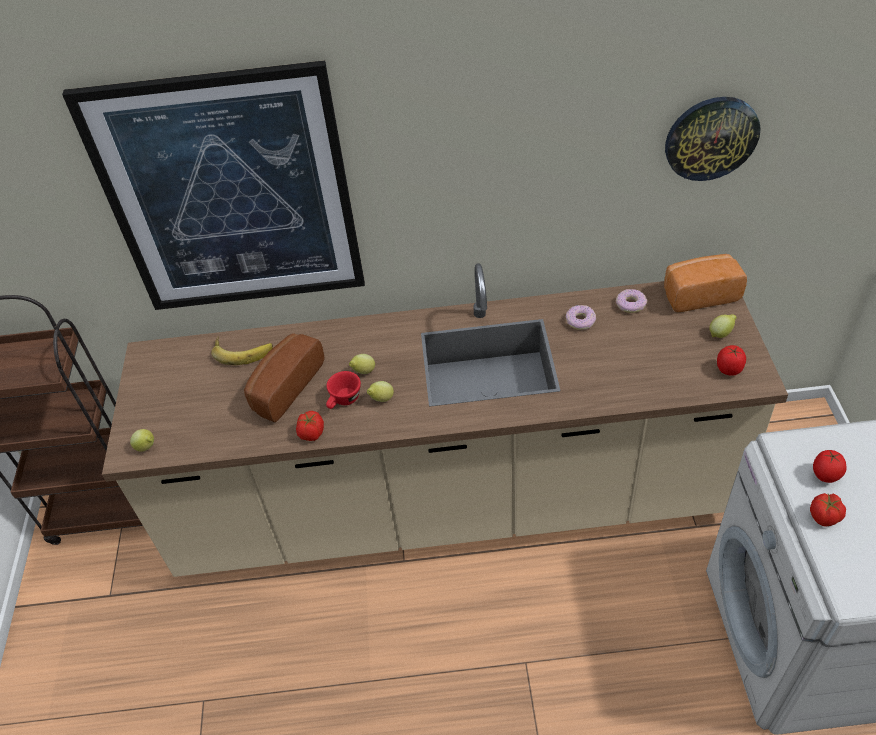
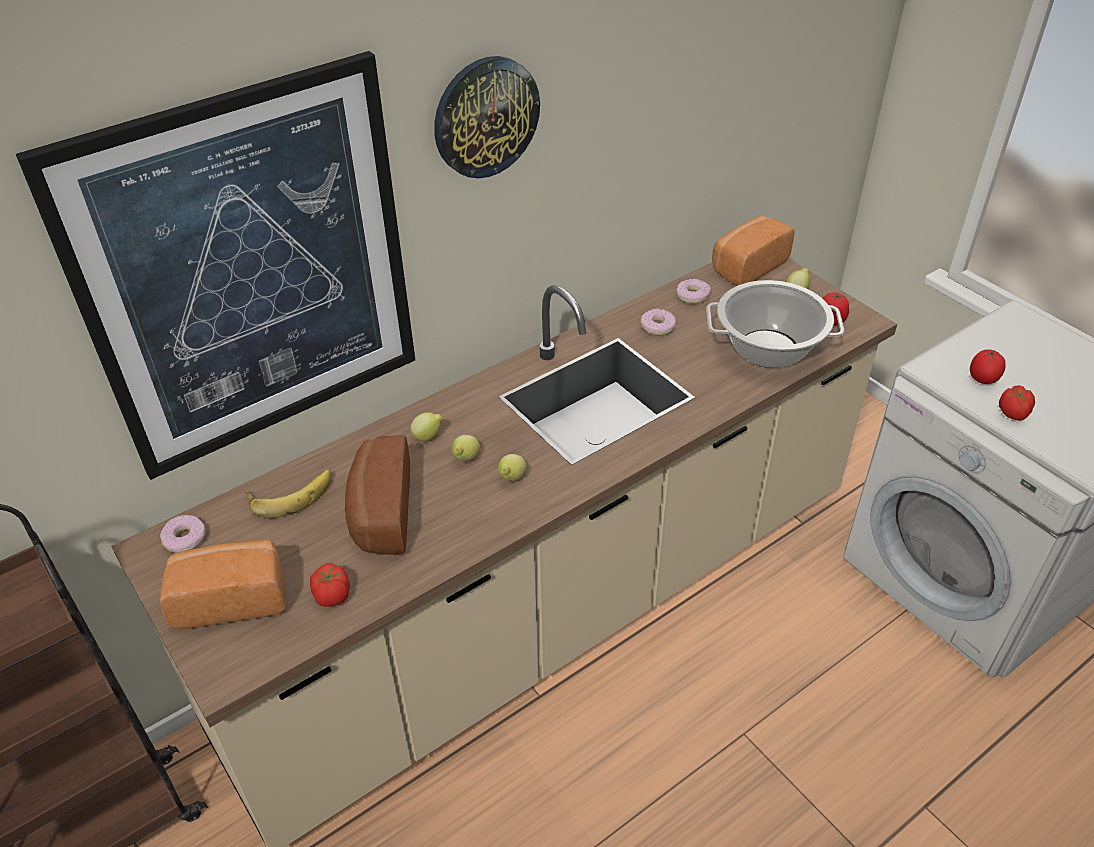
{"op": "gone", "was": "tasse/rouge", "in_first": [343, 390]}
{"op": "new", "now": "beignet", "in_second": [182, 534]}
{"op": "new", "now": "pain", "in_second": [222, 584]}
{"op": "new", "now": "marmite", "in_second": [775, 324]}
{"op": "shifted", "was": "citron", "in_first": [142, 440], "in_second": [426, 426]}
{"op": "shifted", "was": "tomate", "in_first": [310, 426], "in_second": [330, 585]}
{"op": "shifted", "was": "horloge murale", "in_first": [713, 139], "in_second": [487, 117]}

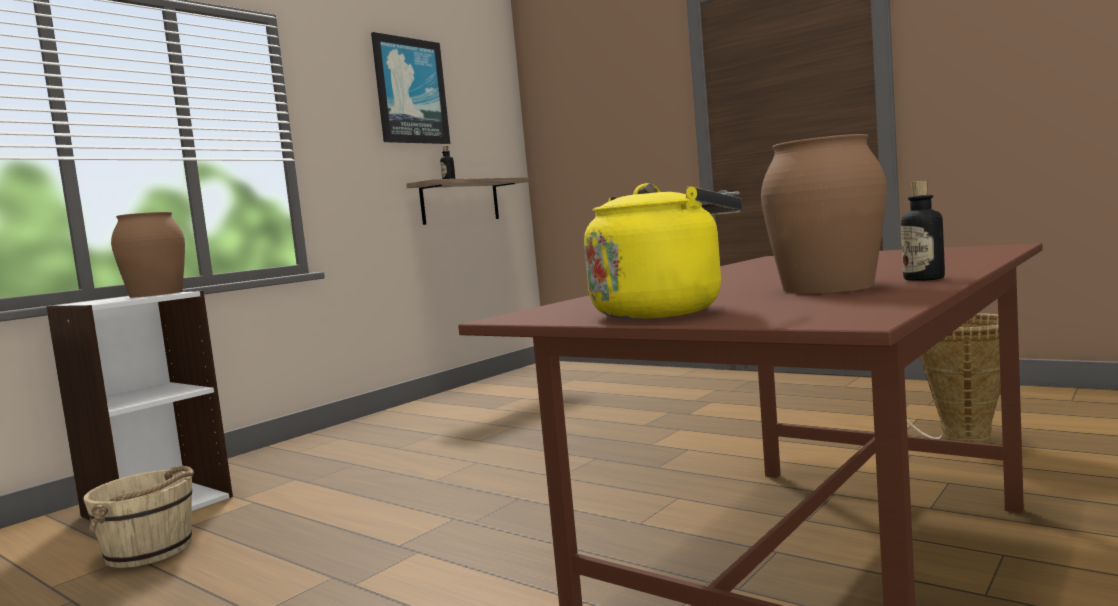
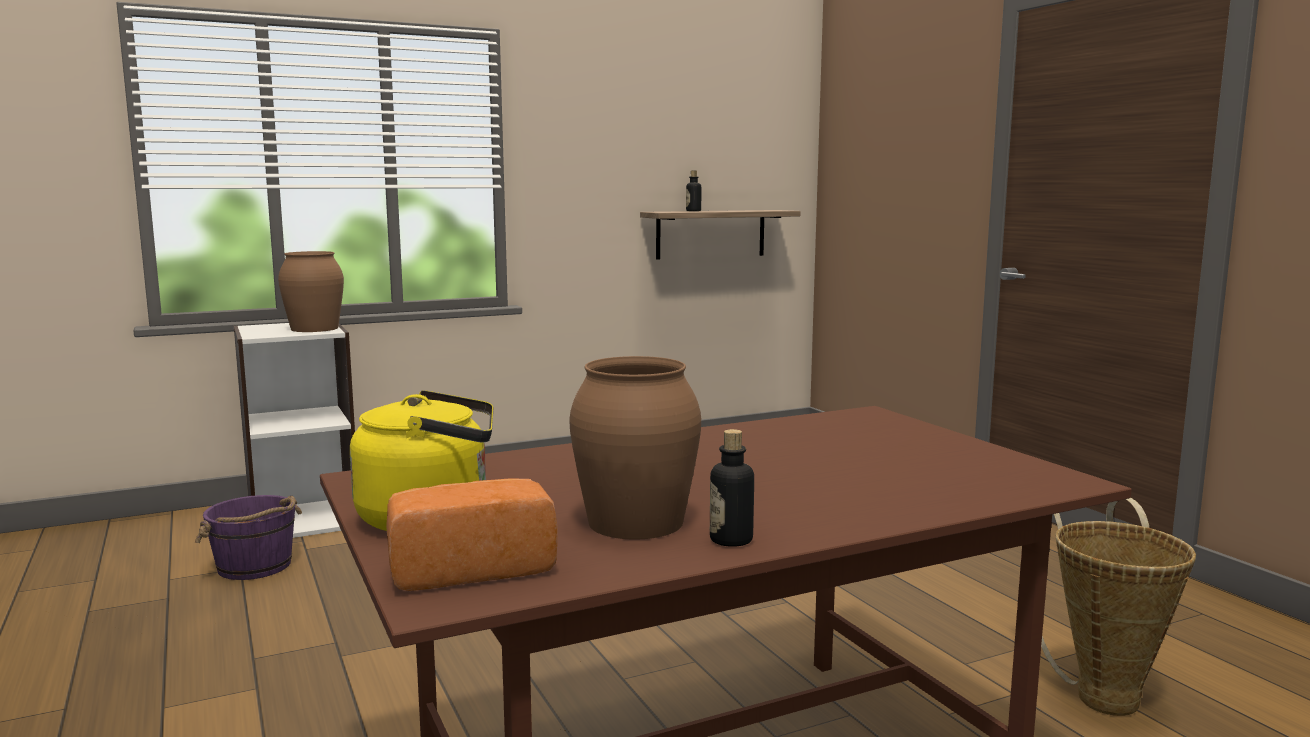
{"op": "gone", "was": "tableau", "in_first": [410, 88]}
{"op": "new", "now": "pain", "in_second": [471, 534]}
{"op": "repainted", "was": "seau/beige", "now": "seau/violet", "in_first": [138, 517], "in_second": [248, 537]}

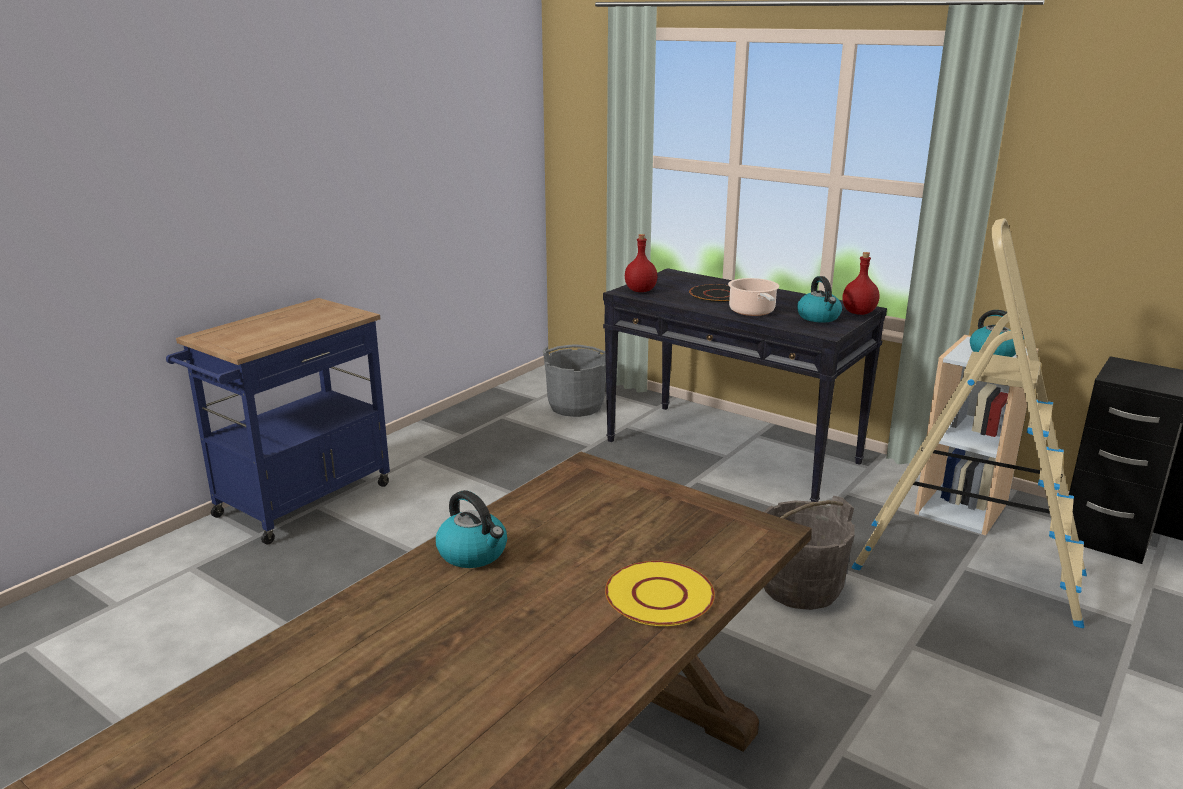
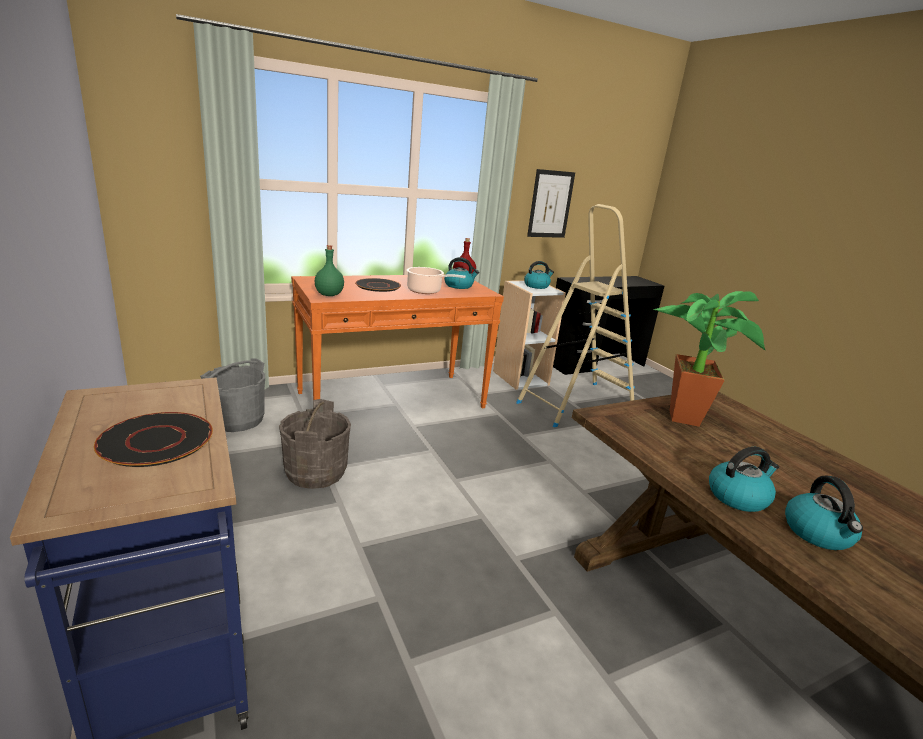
{"op": "gone", "was": "assiette/jaune", "in_first": [660, 593]}
{"op": "new", "now": "assiette/noir", "in_second": [153, 439]}
{"op": "new", "now": "tableau", "in_second": [551, 203]}
{"op": "new", "now": "plante en pot", "in_second": [709, 359]}
{"op": "new", "now": "bouilloire", "in_second": [824, 513]}
{"op": "shifted", "was": "seau/gris", "in_first": [809, 553], "in_second": [315, 444]}
{"op": "repainted", "was": "table console/noir", "now": "table console/orange", "in_first": [745, 385], "in_second": [397, 341]}
{"op": "repainted", "was": "bouteille/rouge", "now": "bouteille/vert", "in_first": [641, 263], "in_second": [329, 270]}

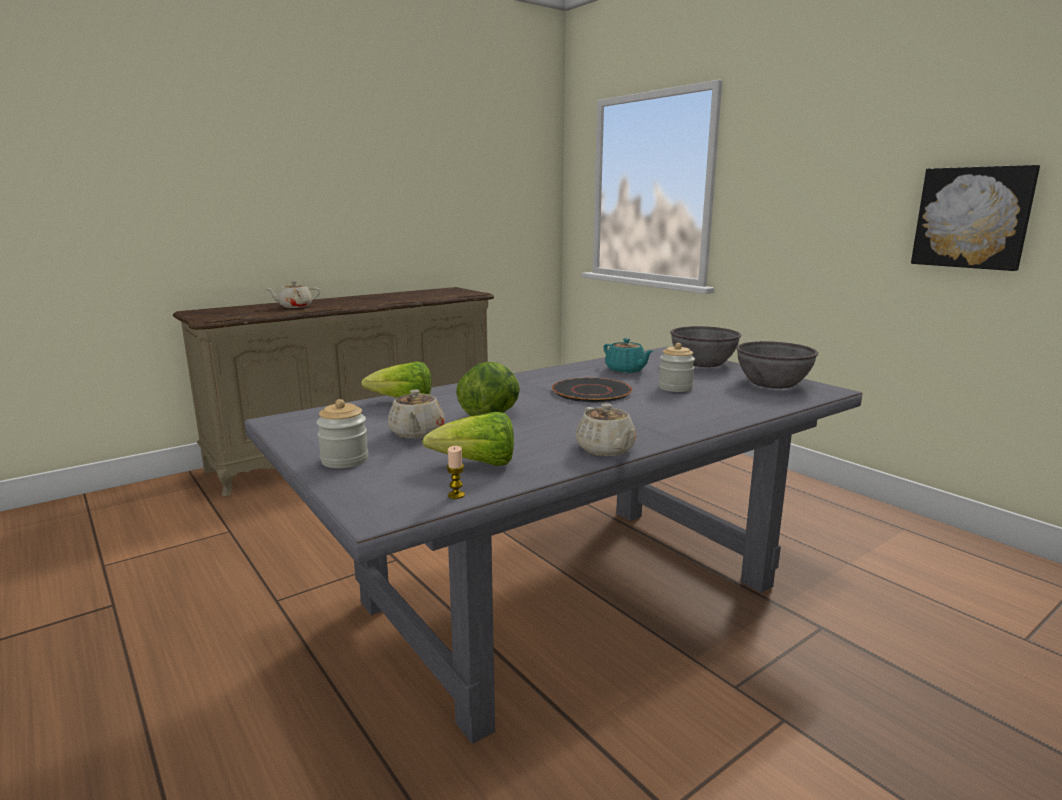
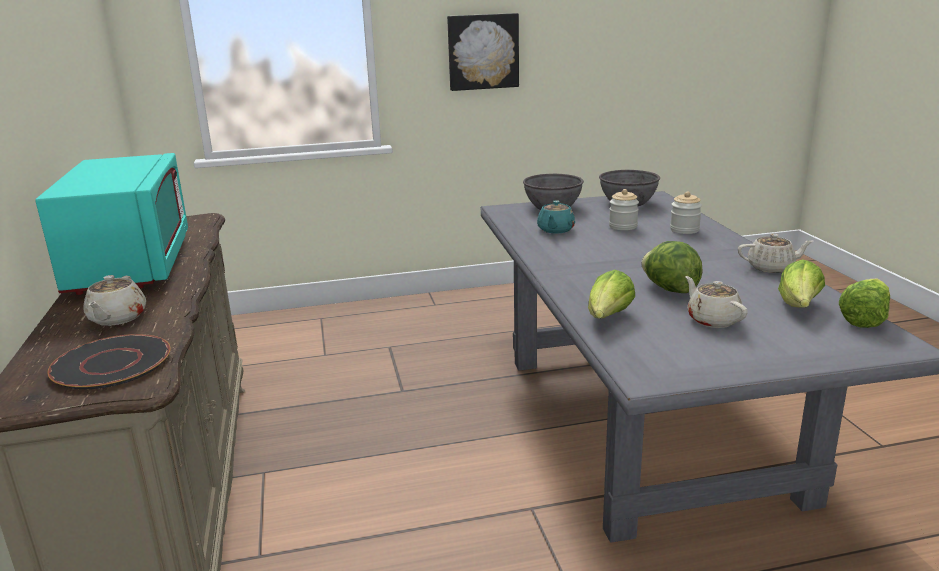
{"op": "new", "now": "micro-ondes/turquoise", "in_second": [111, 224]}
{"op": "shifted", "was": "bocal", "in_first": [342, 433], "in_second": [686, 213]}
{"op": "shifted", "was": "assiette/noir", "in_first": [592, 390], "in_second": [109, 361]}
{"op": "shifted", "was": "tableau", "in_first": [975, 218], "in_second": [483, 52]}
{"op": "swapped", "was": "bougie", "now": "laitue", "in_first": [456, 472], "in_second": [864, 303]}
{"op": "rotated", "was": "théière/beige", "in_first": [416, 414], "in_second": [716, 302], "clockwise": -135}
{"op": "rotated", "was": "théière/turquoise", "in_first": [628, 355], "in_second": [556, 216], "clockwise": 120}

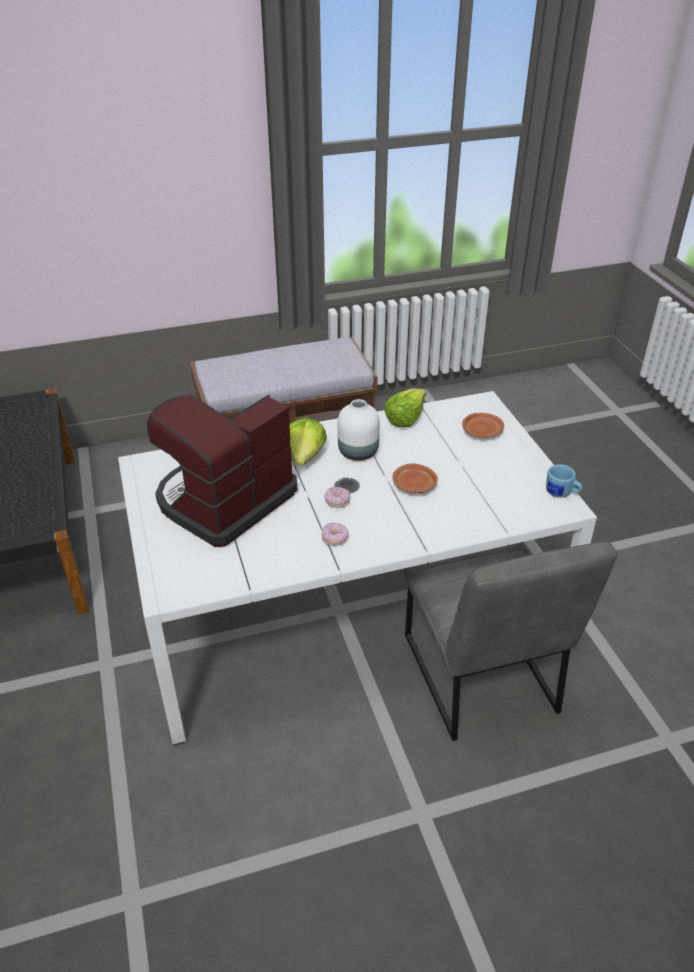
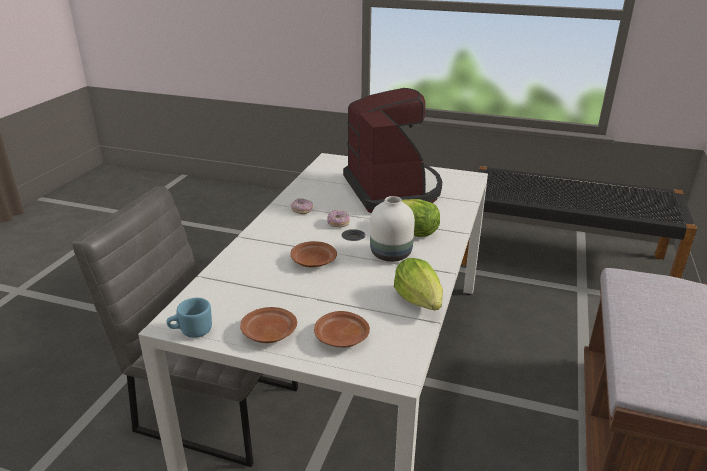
{"op": "new", "now": "assiette/marron", "in_second": [268, 325]}

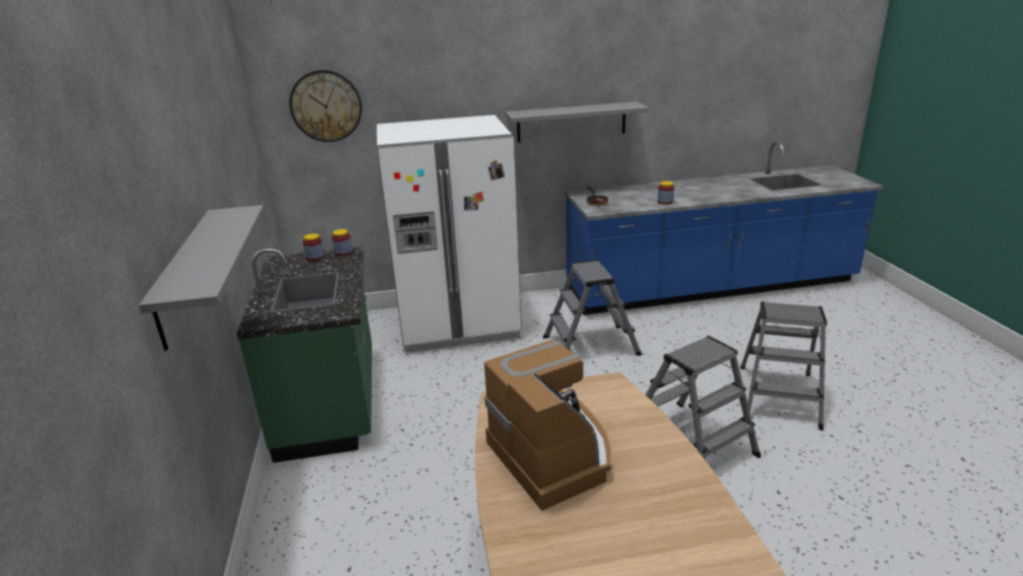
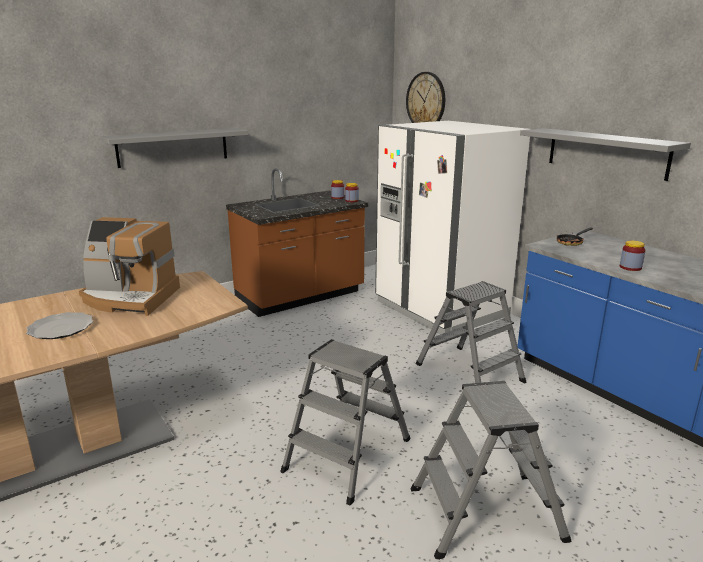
{"op": "new", "now": "assiette", "in_second": [59, 325]}
{"op": "repainted", "was": "comptoir de cuisine/vert", "now": "comptoir de cuisine/marron", "in_first": [304, 354], "in_second": [297, 242]}
{"op": "rotated", "was": "machine à café", "in_first": [547, 425], "in_second": [129, 266], "clockwise": 60}

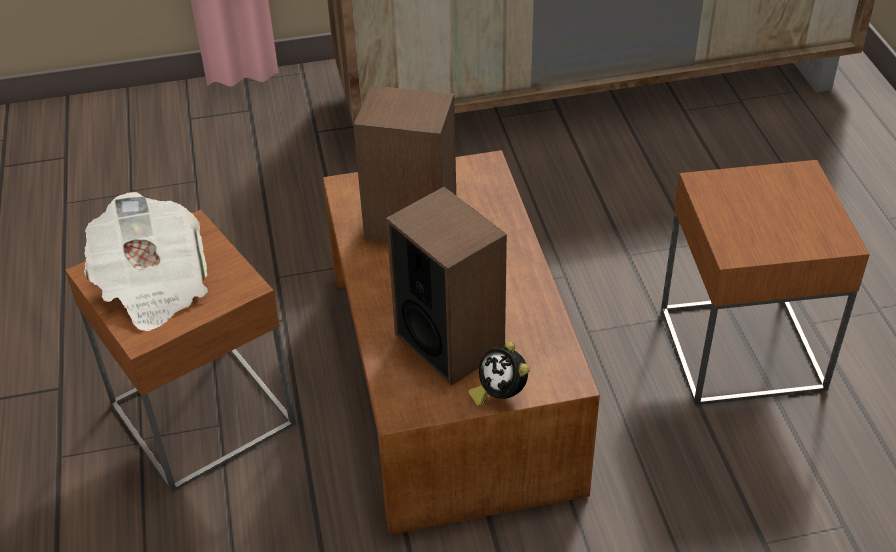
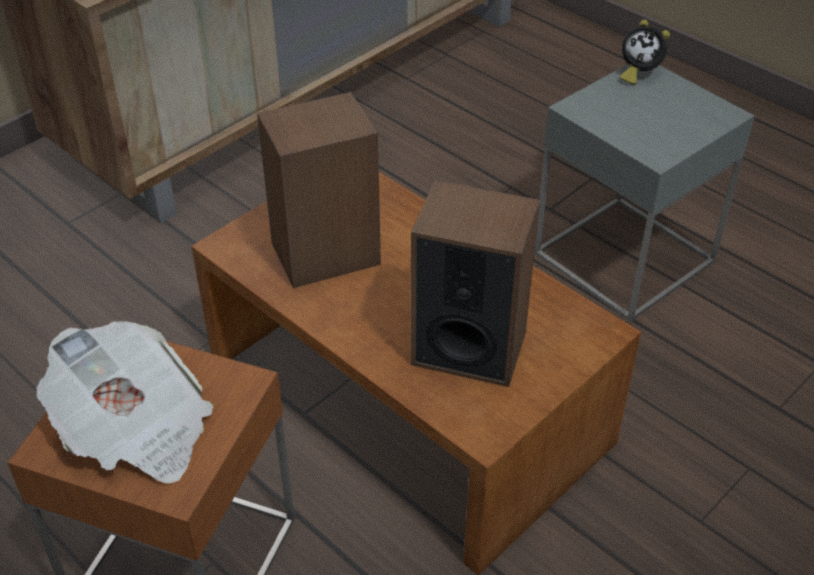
{"op": "shifted", "was": "réveil", "in_first": [499, 373], "in_second": [645, 52]}
{"op": "repainted", "was": "table d'appoint/marron", "now": "table d'appoint/gris", "in_first": [765, 282], "in_second": [644, 192]}

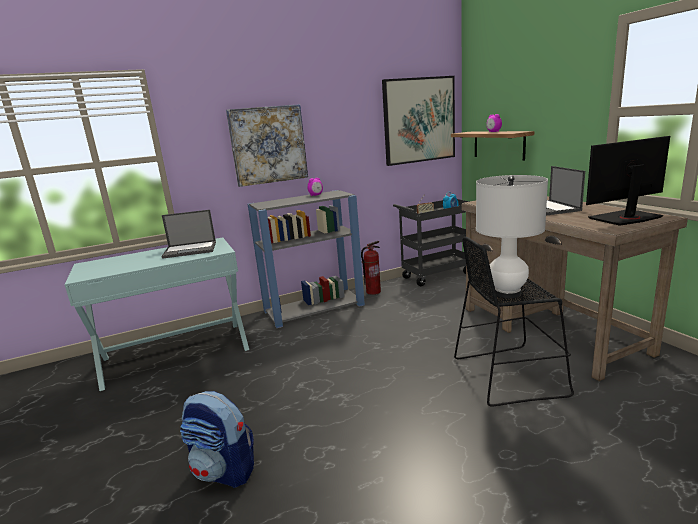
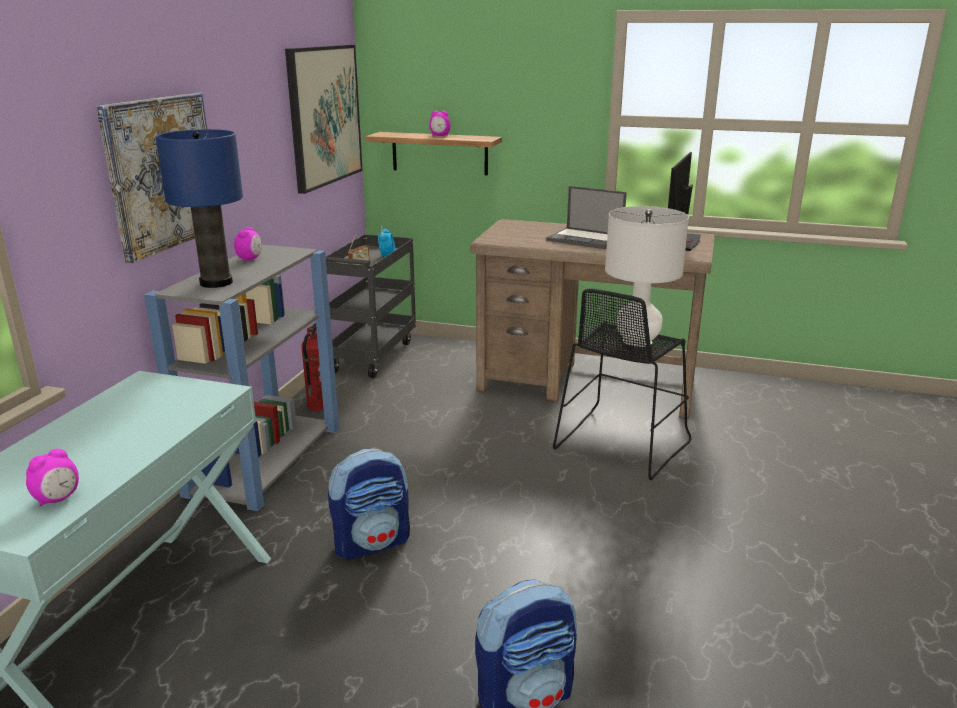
{"op": "gone", "was": "ordinateur portable", "in_first": [189, 234]}
{"op": "new", "now": "réveil", "in_second": [52, 477]}
{"op": "new", "now": "lampe de table/bleu", "in_second": [199, 208]}
{"op": "new", "now": "sac à dos", "in_second": [369, 503]}

